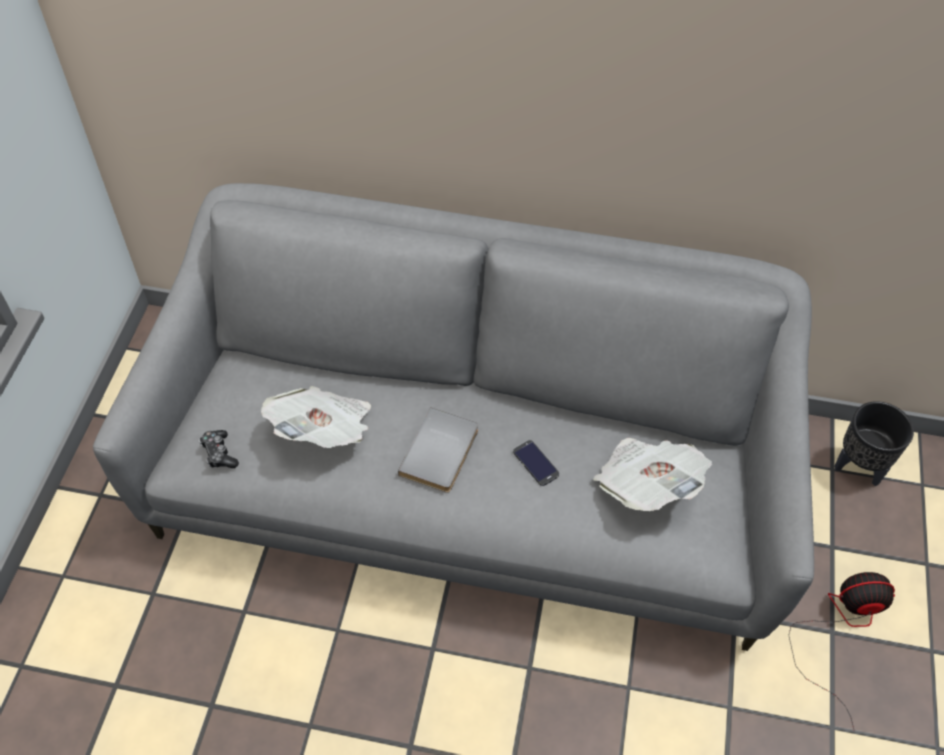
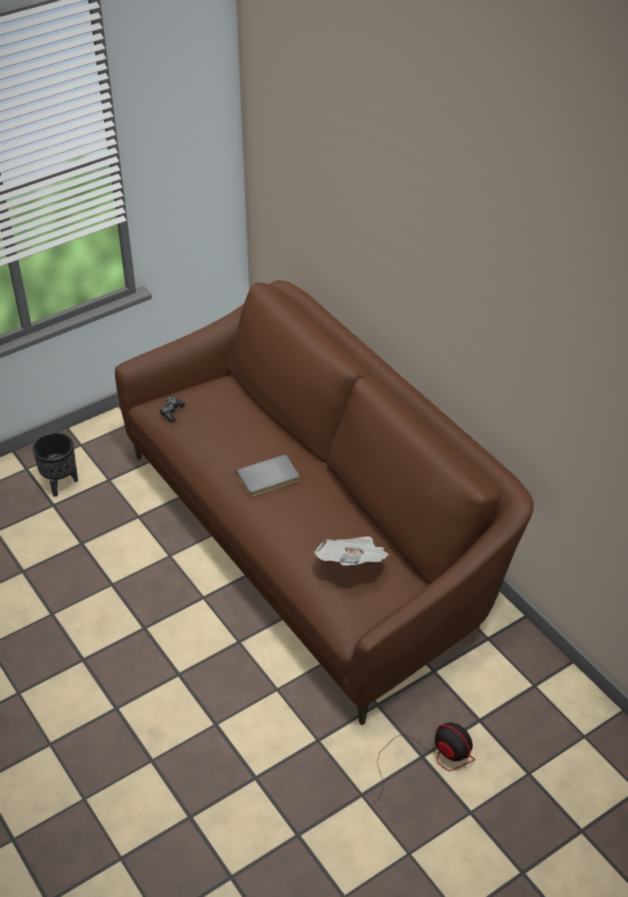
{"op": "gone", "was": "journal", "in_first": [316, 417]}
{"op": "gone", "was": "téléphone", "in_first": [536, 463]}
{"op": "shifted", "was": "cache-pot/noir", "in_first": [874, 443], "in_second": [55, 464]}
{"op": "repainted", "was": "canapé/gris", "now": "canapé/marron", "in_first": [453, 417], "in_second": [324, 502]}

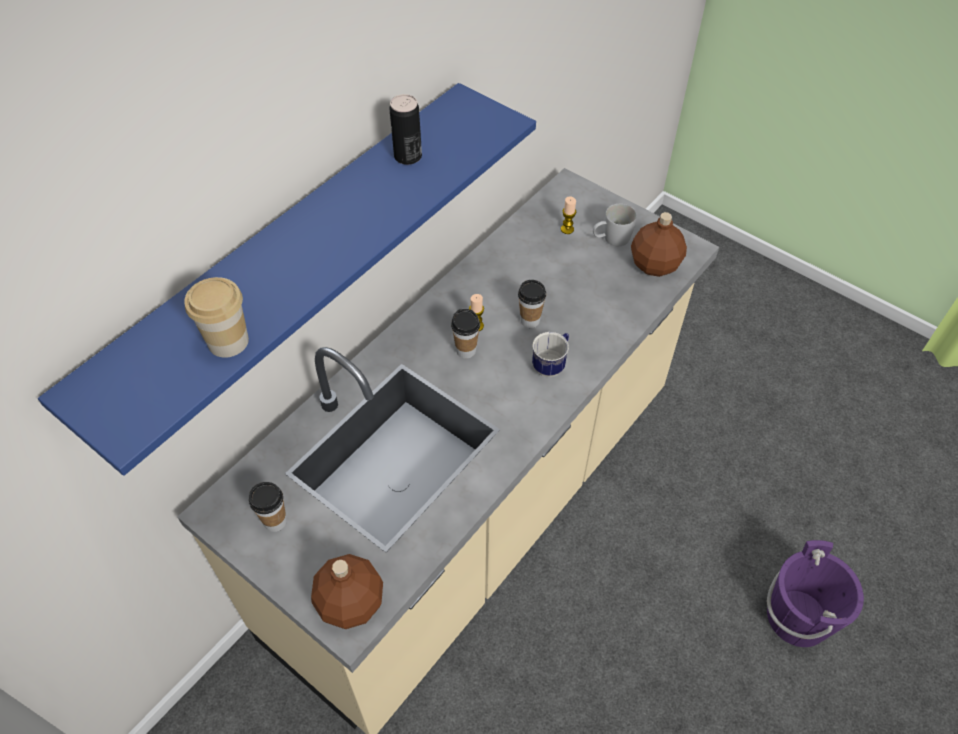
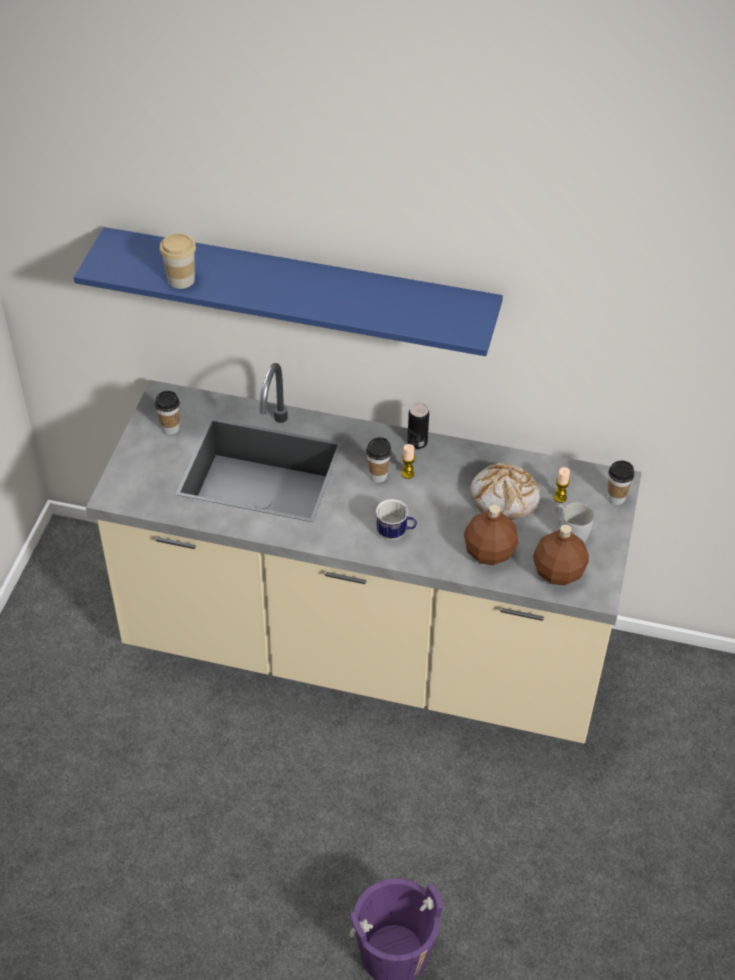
{"op": "new", "now": "pain", "in_second": [505, 491]}
{"op": "shifted", "was": "bouteille/marron", "in_first": [347, 591], "in_second": [491, 535]}
{"op": "shifted", "was": "boîte métallique", "in_first": [405, 129], "in_second": [418, 426]}
{"op": "shifted", "was": "tasse", "in_first": [532, 304], "in_second": [620, 483]}

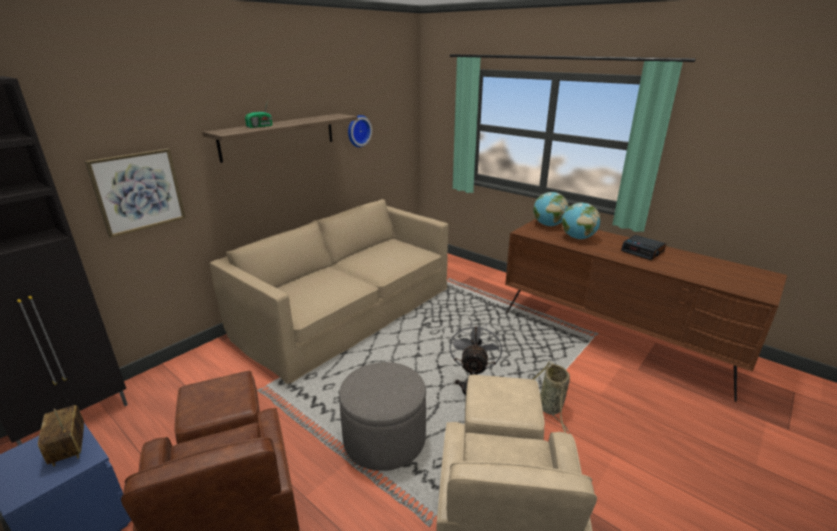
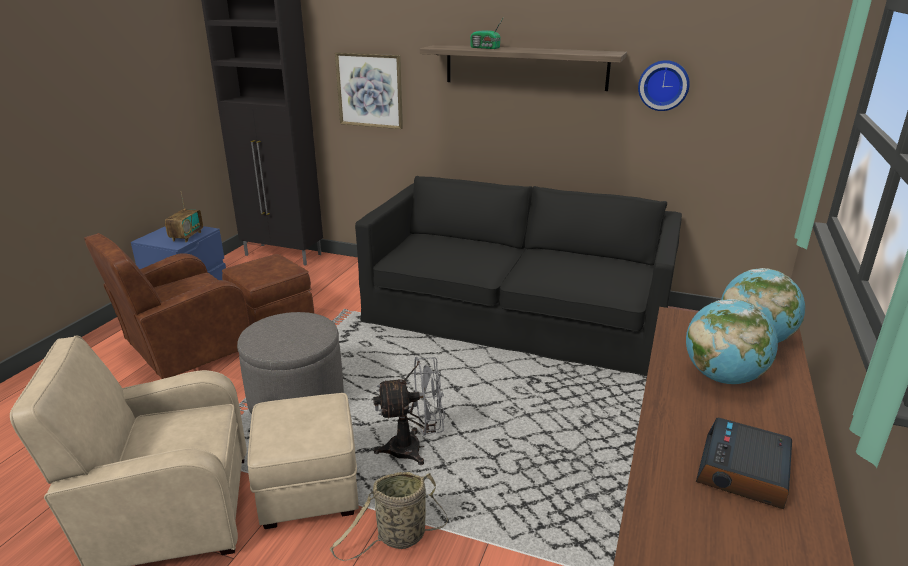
{"op": "repainted", "was": "canapé/beige", "now": "canapé/noir", "in_first": [329, 291], "in_second": [518, 276]}
{"op": "rotated", "was": "radio", "in_first": [61, 436], "in_second": [184, 216], "clockwise": 150}

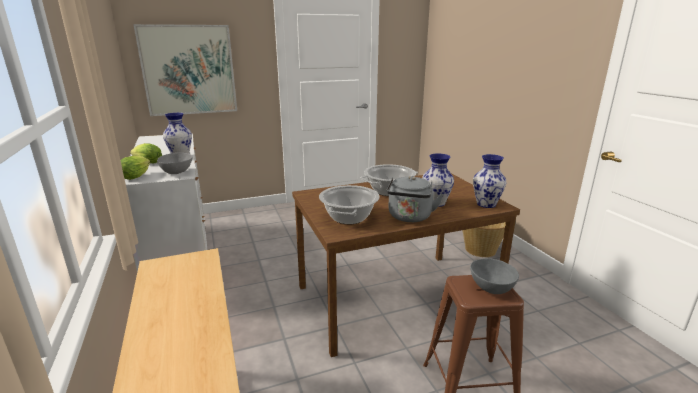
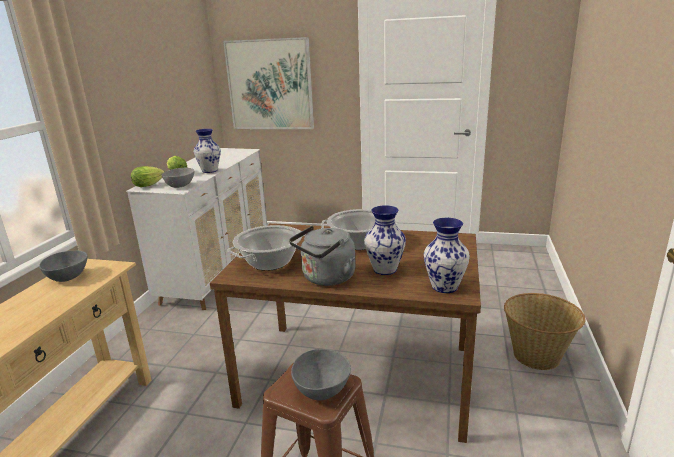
{"op": "new", "now": "bol/gris", "in_second": [63, 266]}

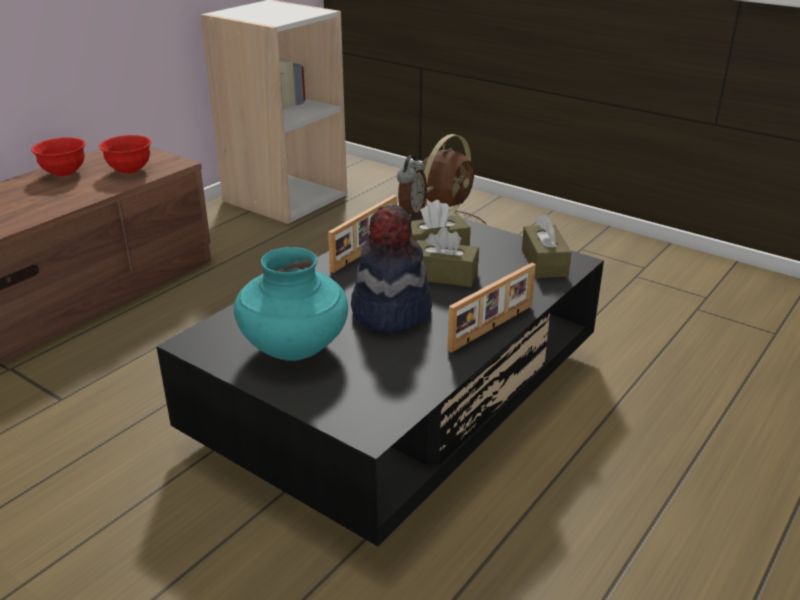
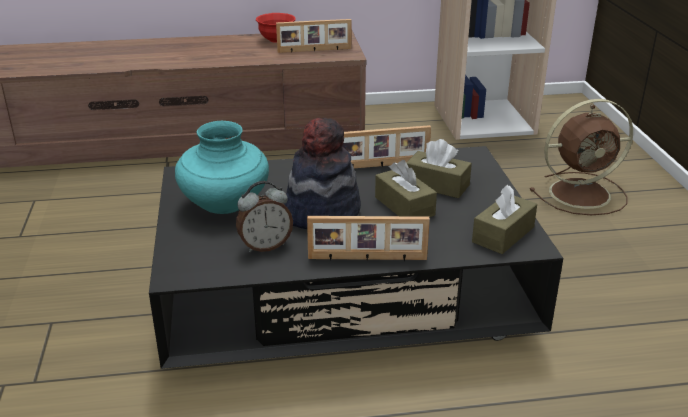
{"op": "shifted", "was": "réveil", "in_first": [412, 186], "in_second": [264, 216]}
{"op": "swapped", "was": "bol/rouge", "now": "cadre photo", "in_first": [125, 154], "in_second": [313, 36]}

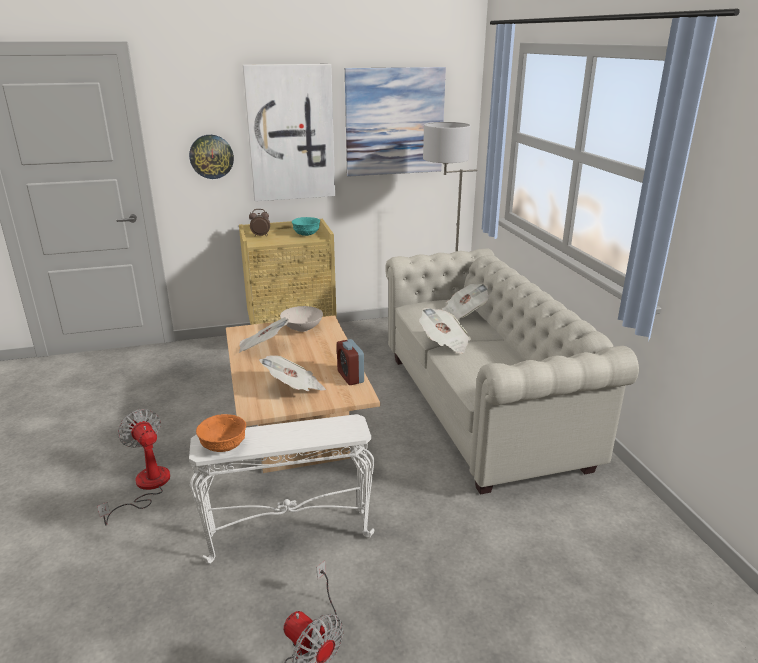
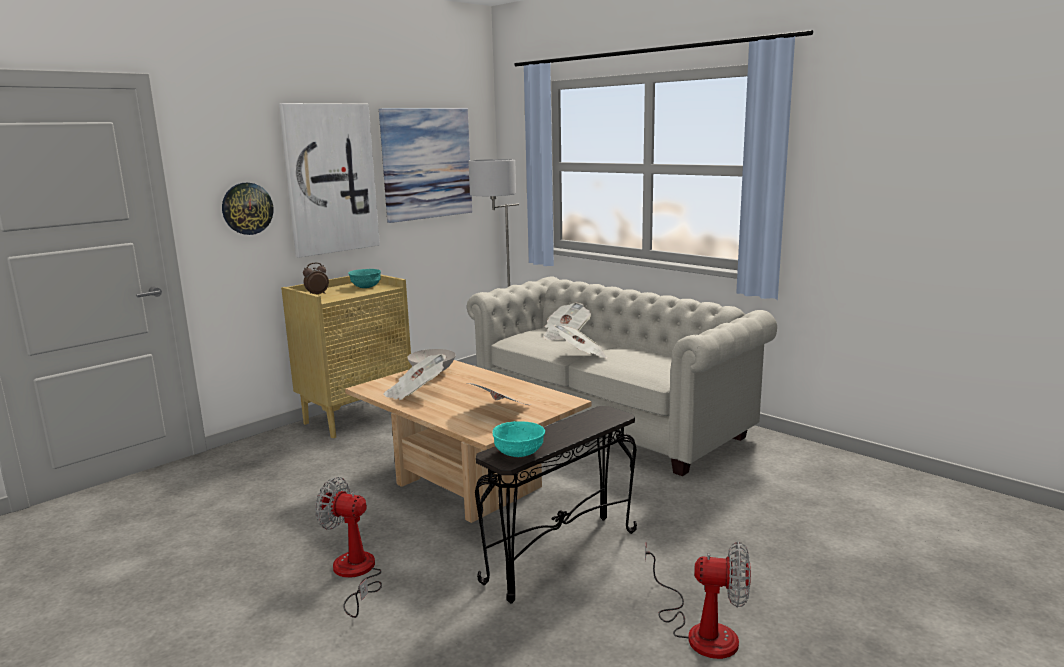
{"op": "gone", "was": "réveil", "in_first": [350, 362]}
{"op": "repainted", "was": "table d'appoint/blanc", "now": "table d'appoint/noir", "in_first": [281, 489], "in_second": [556, 504]}
{"op": "repainted", "was": "bol/orange", "now": "bol/turquoise", "in_first": [221, 433], "in_second": [518, 439]}

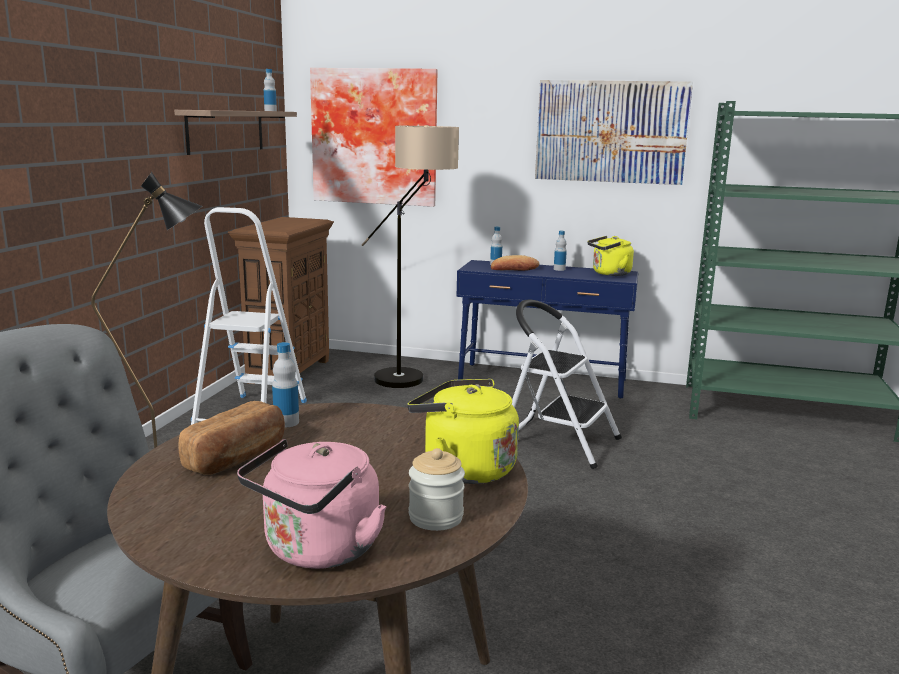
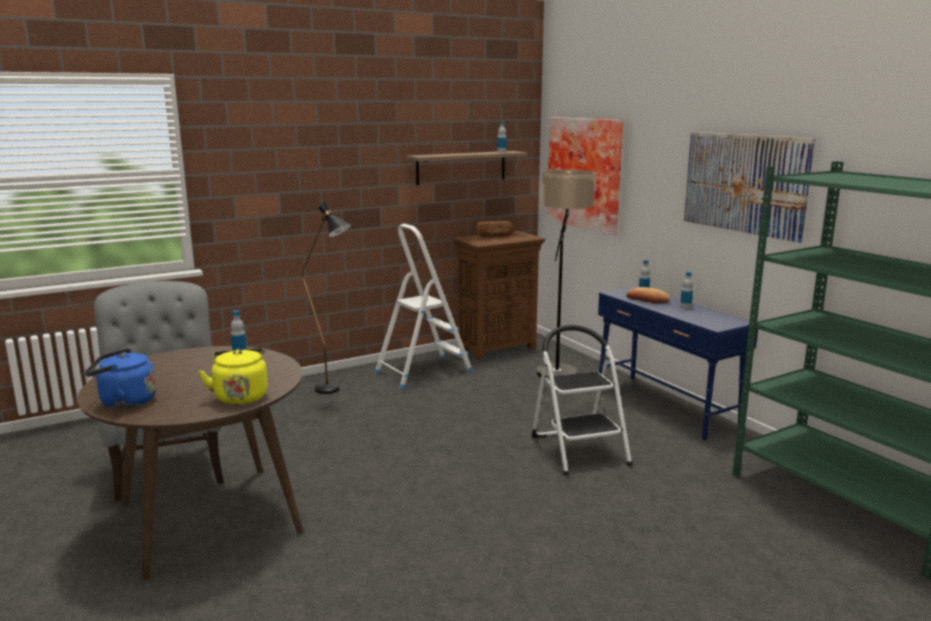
{"op": "gone", "was": "bocal", "in_first": [437, 489]}
{"op": "gone", "was": "bouilloire/jaune", "in_first": [610, 256]}
{"op": "shifted", "was": "pain", "in_first": [231, 438], "in_second": [495, 229]}
{"op": "repainted", "was": "bouilloire/rose", "now": "bouilloire/bleu", "in_first": [311, 504], "in_second": [120, 378]}

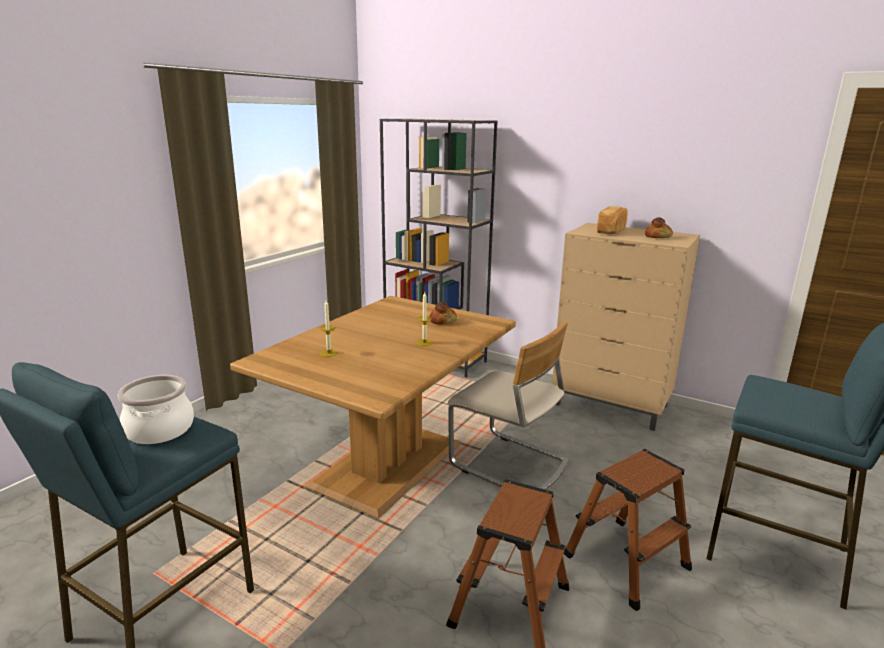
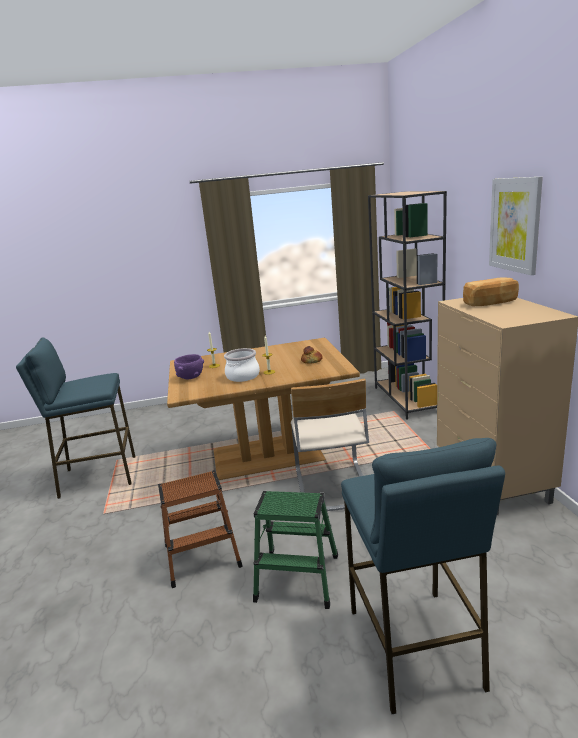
{"op": "gone", "was": "pain", "in_first": [659, 227]}
{"op": "new", "now": "bol/violet", "in_second": [189, 366]}
{"op": "new", "now": "tableau", "in_second": [516, 226]}
{"op": "shifted", "was": "marmite", "in_first": [156, 409], "in_second": [242, 365]}
{"op": "repainted", "was": "escabeau/marron", "now": "escabeau/vert", "in_first": [628, 530], "in_second": [295, 549]}

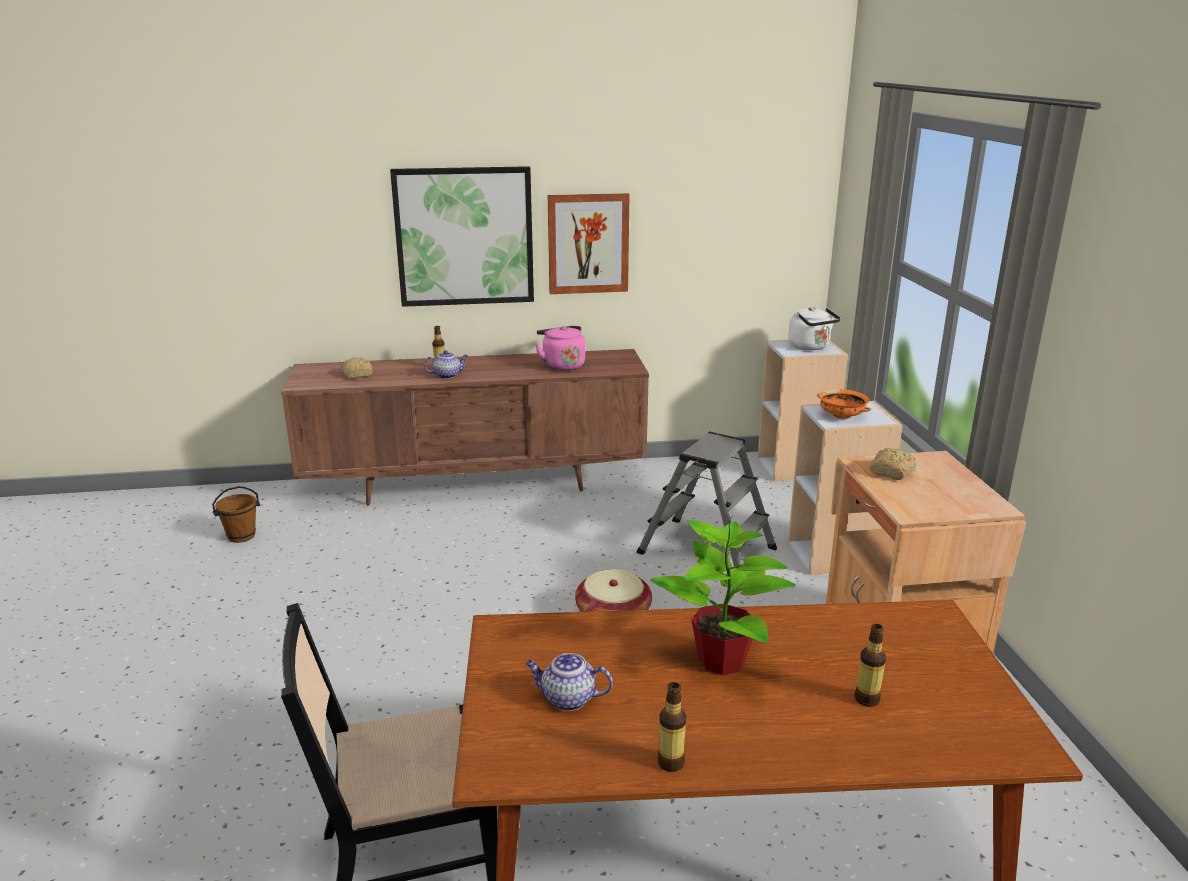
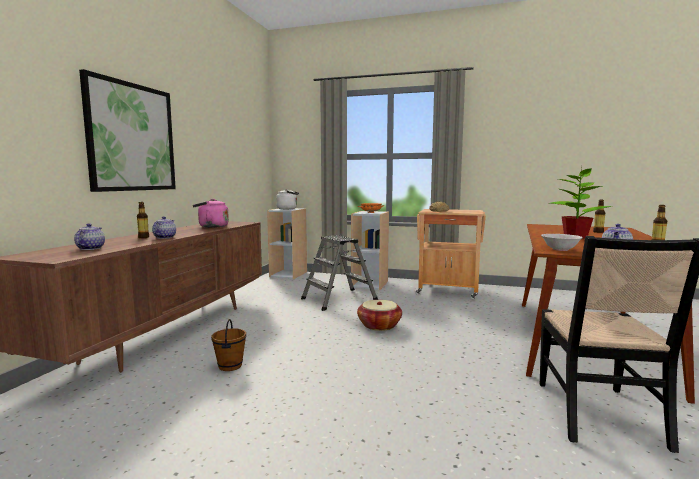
{"op": "gone", "was": "tableau", "in_first": [589, 243]}
{"op": "new", "now": "bol/blanc", "in_second": [562, 242]}
{"op": "shifted", "was": "seau/marron", "in_first": [236, 514], "in_second": [228, 345]}
{"op": "swapped", "was": "pain", "now": "théière", "in_first": [357, 368], "in_second": [89, 236]}

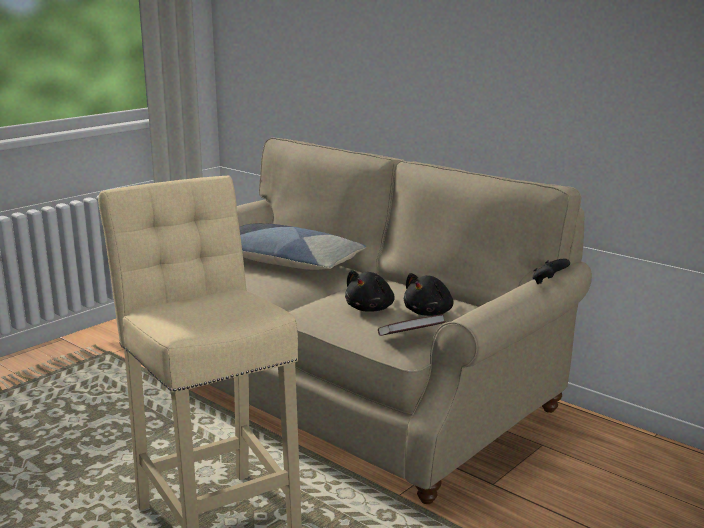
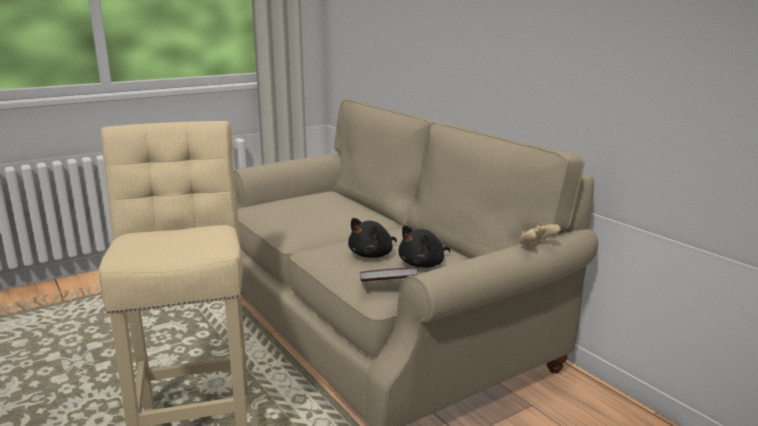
{"op": "gone", "was": "coussin", "in_first": [302, 246]}
{"op": "repainted", "was": "manette/noir", "now": "manette/beige", "in_first": [551, 271], "in_second": [540, 236]}

